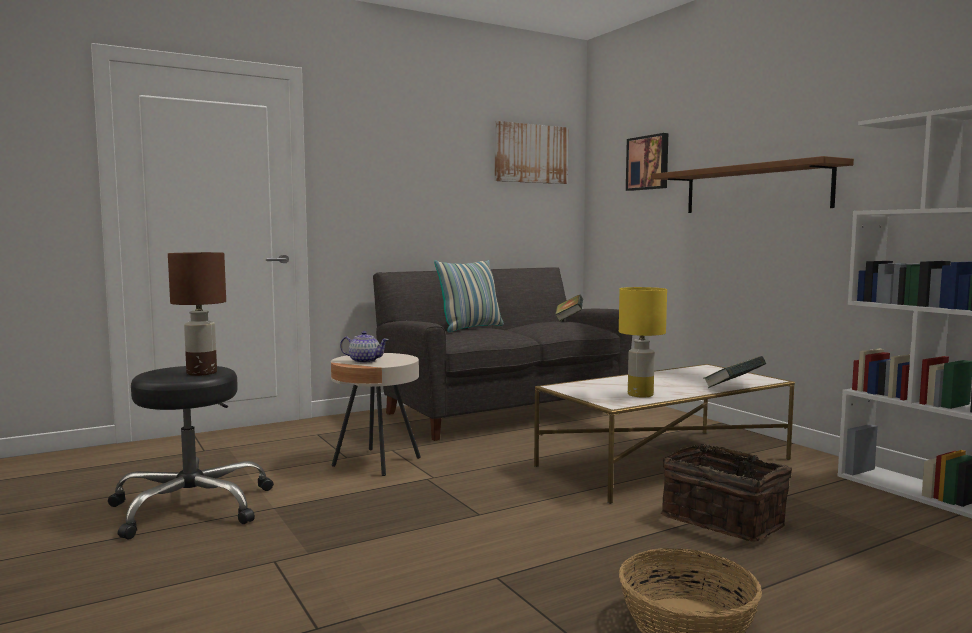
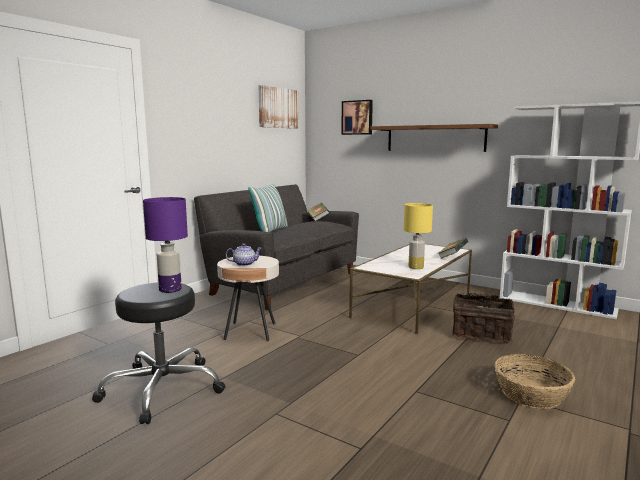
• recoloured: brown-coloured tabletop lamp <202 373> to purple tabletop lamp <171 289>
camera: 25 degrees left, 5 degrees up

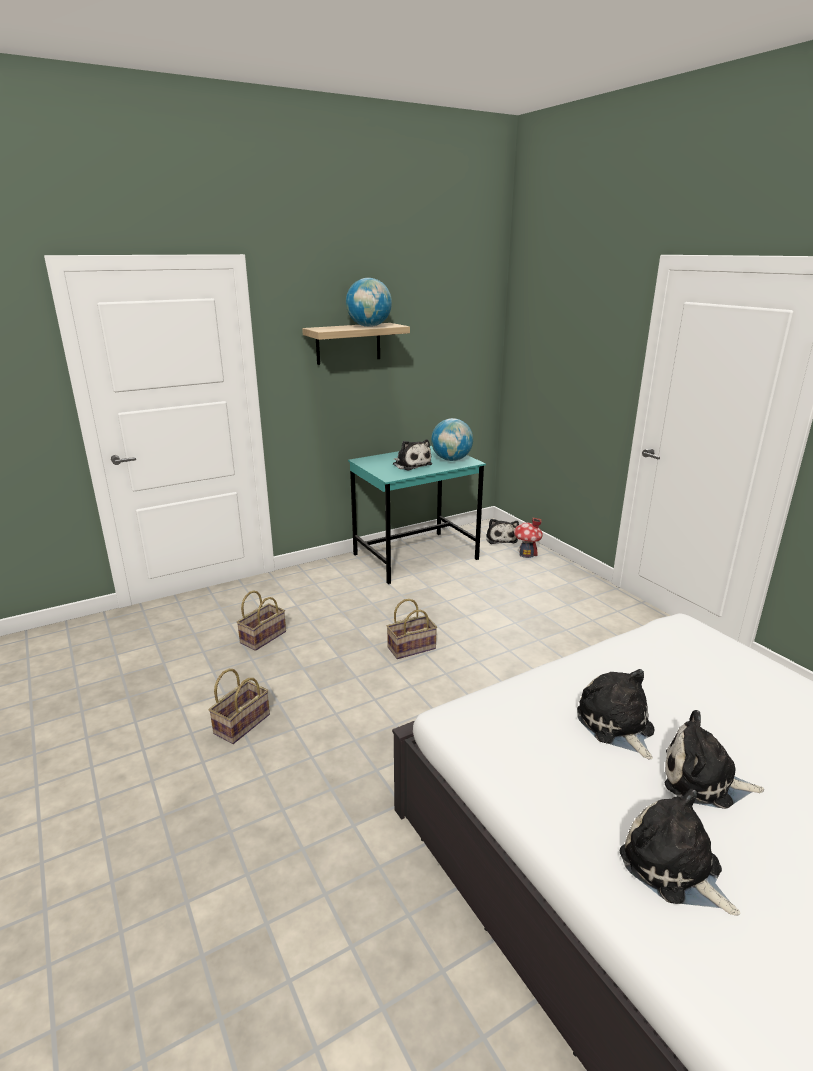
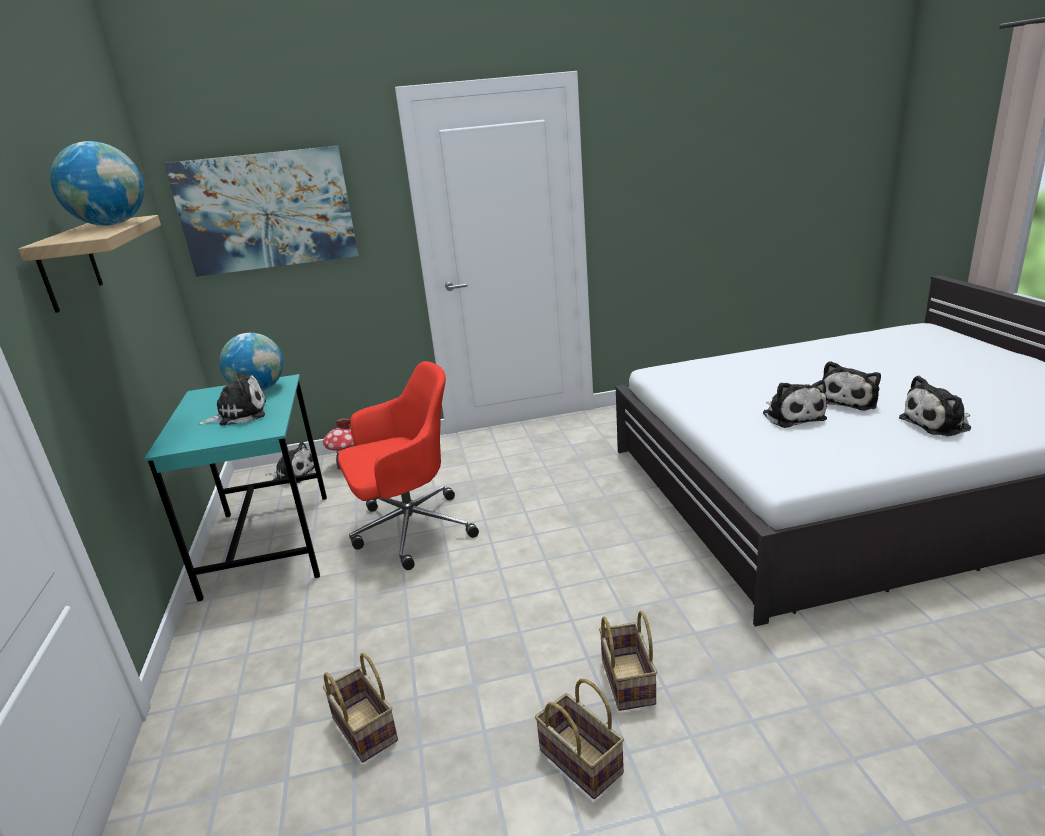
• moved: basket <412 647> to <626 680>
• turned: soft toy <616 726> = <792 416> 105 degrees counterclockwise
• added: picture <266 211>
• added: reddish office chair <409 530>
camera: 70 degrees left, 0 degrees up

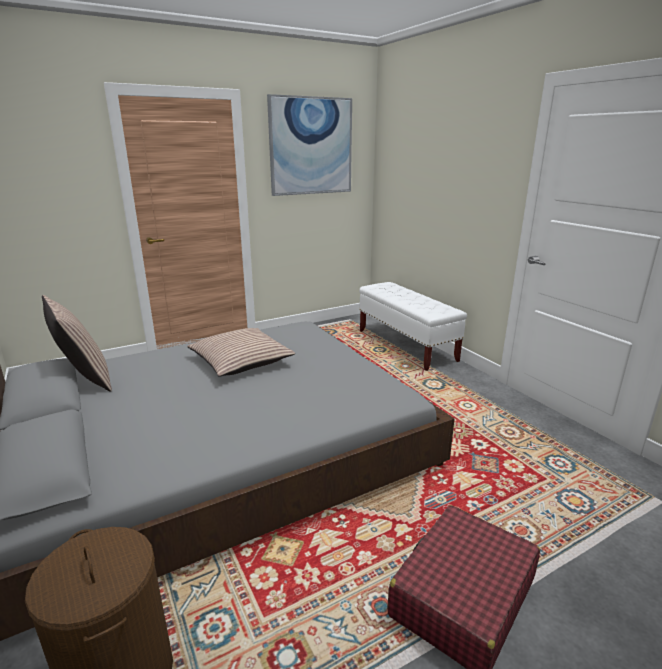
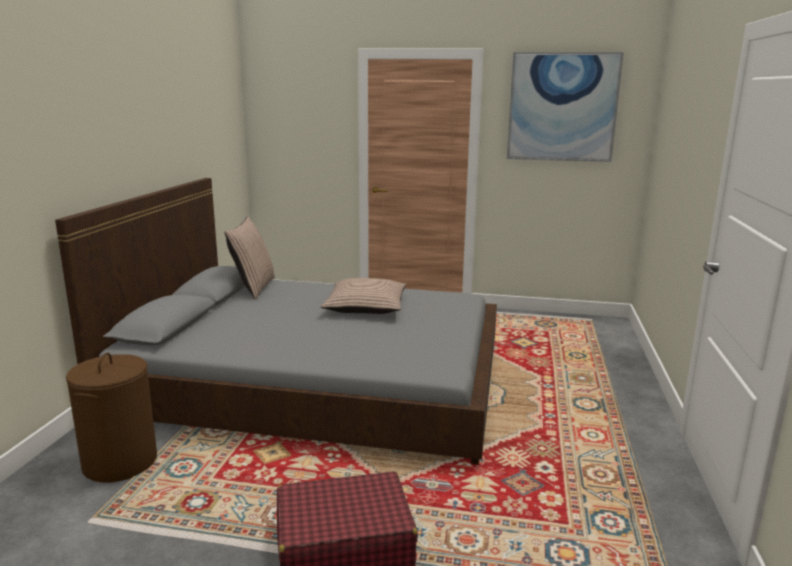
• removed: white-coloured bench <406 345>
camera: 40 degrees right, 5 degrees down

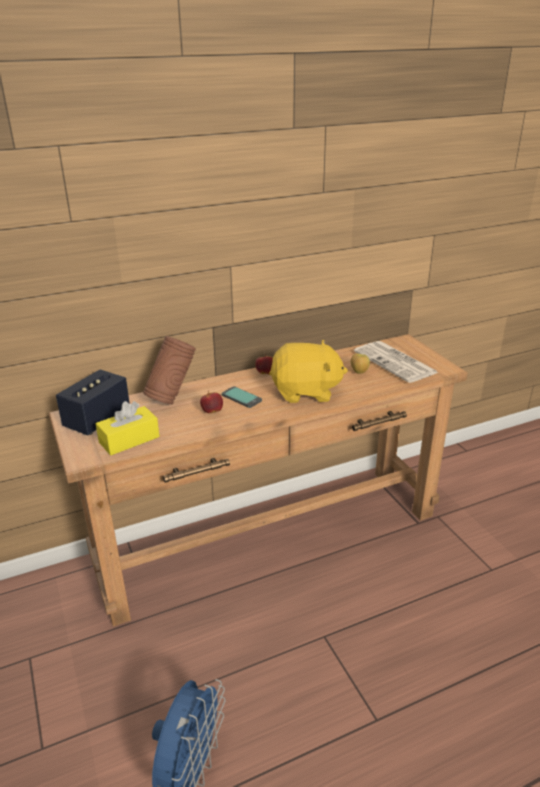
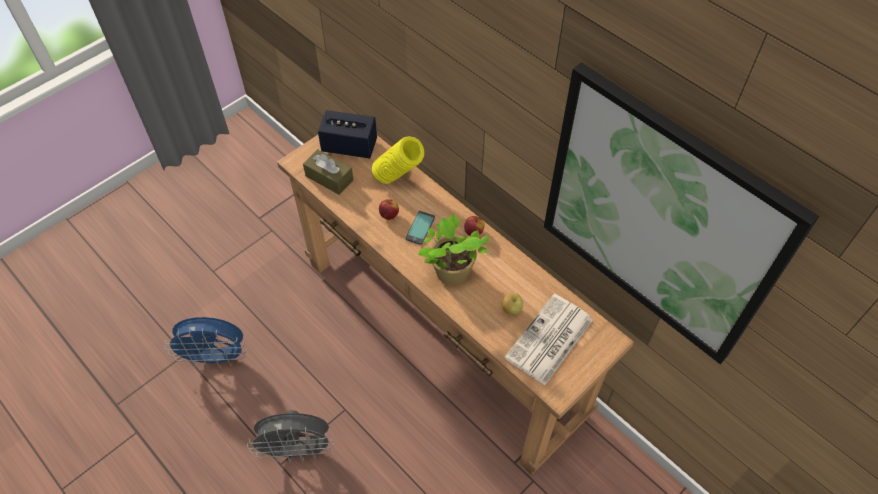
• recoloured: brown-coloured decorative vase <172 399> to yellow-coloured decorative vase <399 180>
• replaced: yellow-coloured soft toy <306 392> to plant in a pot <451 274>
• recoloured: yellow-coloured tissue holder <129 439> to brown-coloured tissue holder <329 178>
• added: picture <658 219>
• added: greyish cooling fan <297 450>
camera: 70 degrees right, 25 degrees up

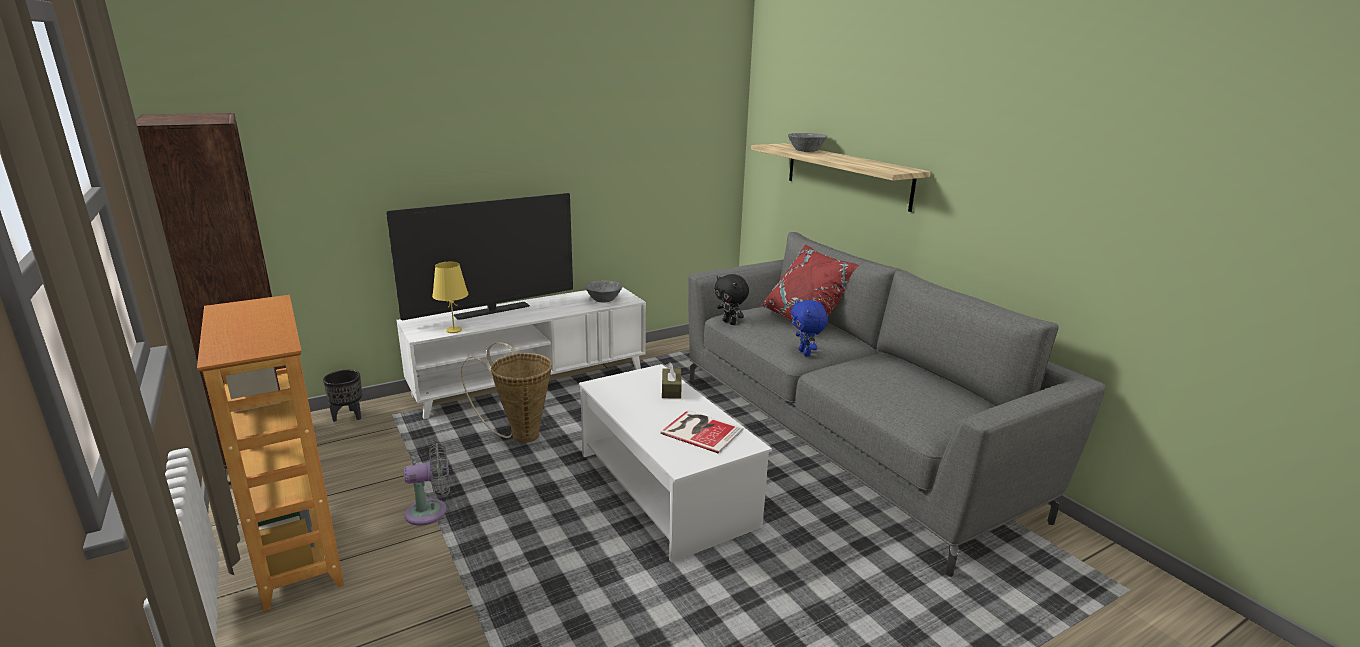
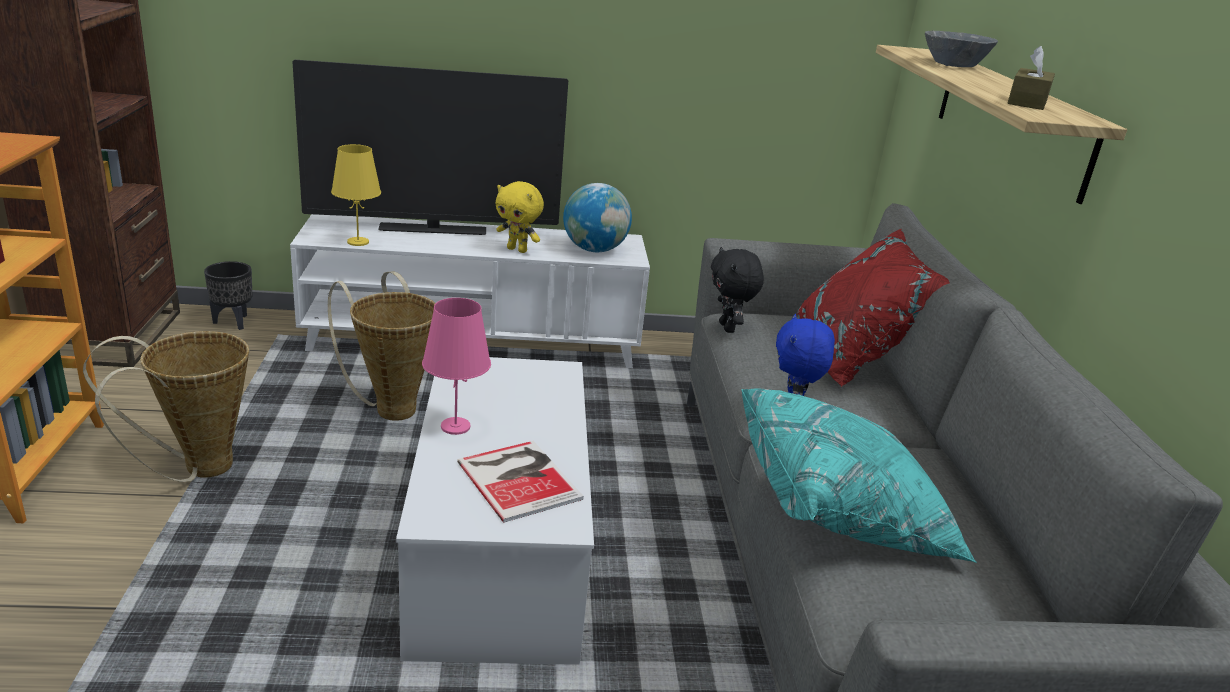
• replaced: greyish serving bowl <604 299> to world globe <594 250>
• moved: brown-coloured tissue holder <671 390> to <1027 102>
• replaced: greyish cooling fan <431 512> to basket <197 469>
• added: yellow-coloured soft toy <518 250>
• added: pinkish tabletop lamp <456 426>
• added: blue-green cushion <842 510>
camera: 25 degrees right, 5 degrees up

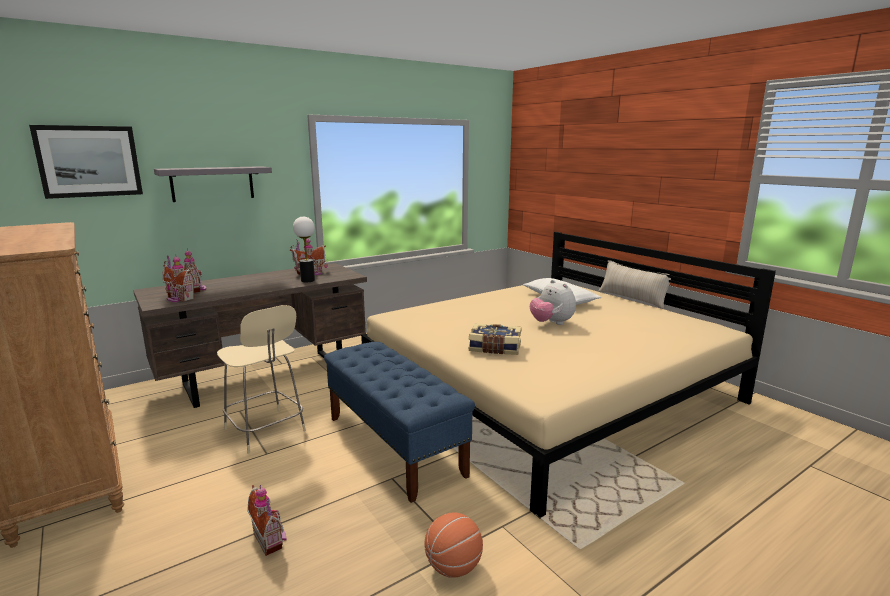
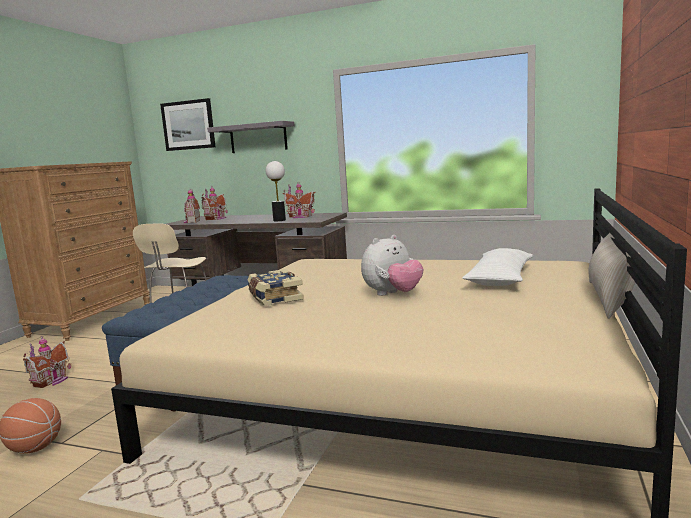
• turned: soft toy <551 323> = <392 294> 150 degrees counterclockwise
camera: 55 degrees right, 5 degrees down

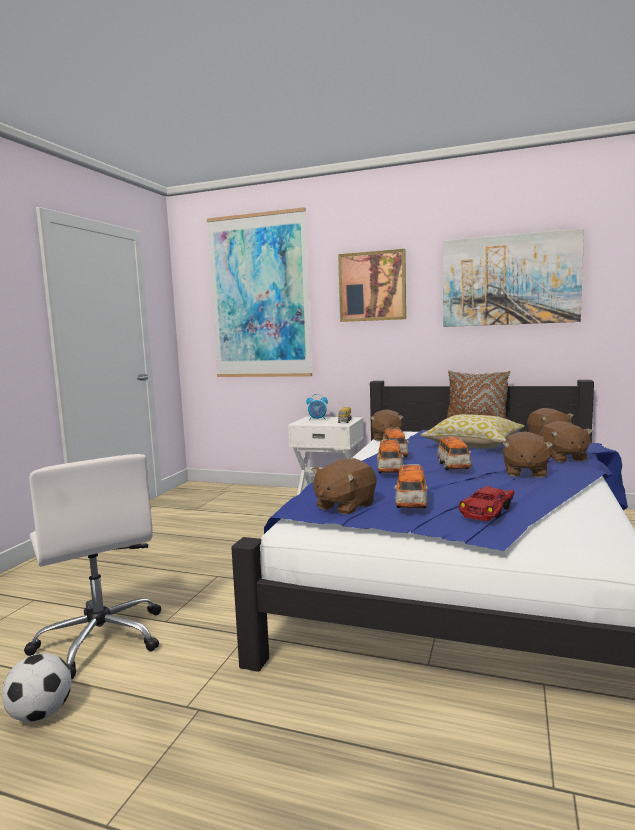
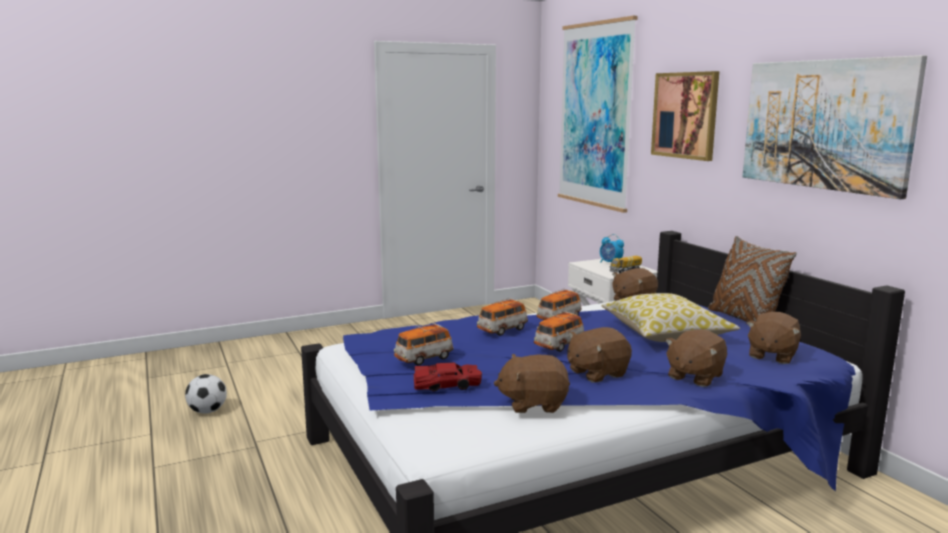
• removed: white-coloured office chair <101 639>
• moved: brown-coloured soft toy <344 506> to <533 403>
camera: 45 degrees right, 5 degrees up

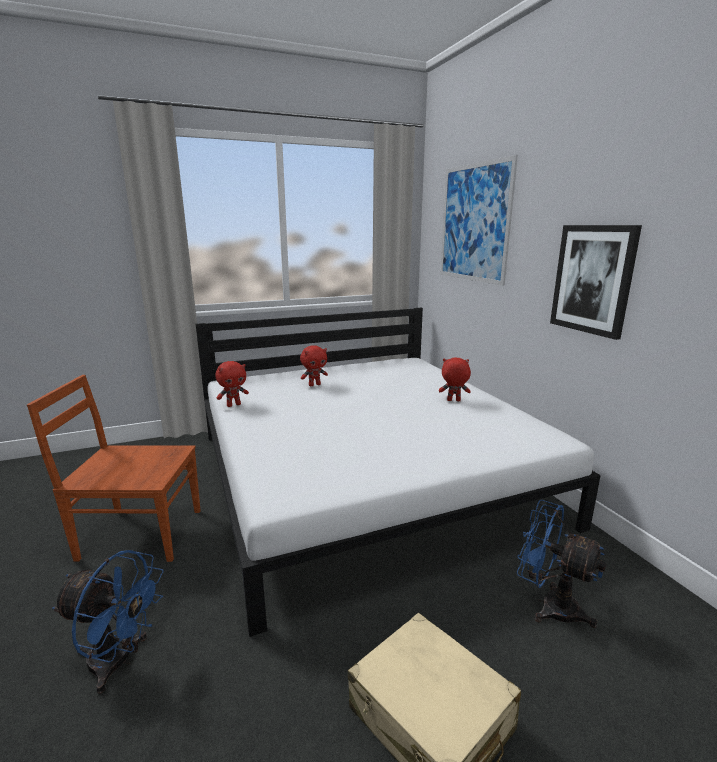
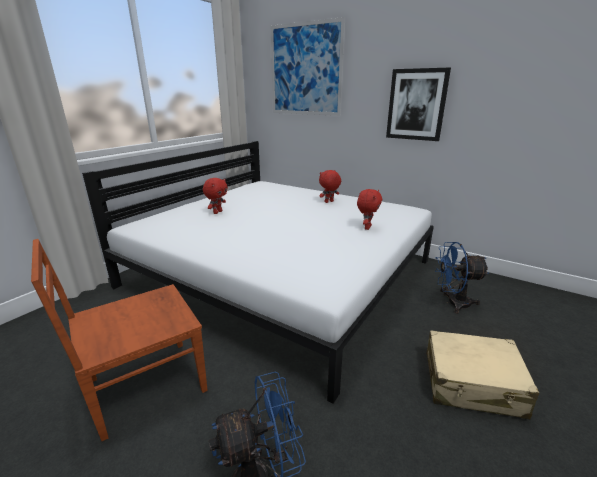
• moved: reddish soft toy <234 405> to <367 227>
camera: 35 degrees left, 5 degrees up

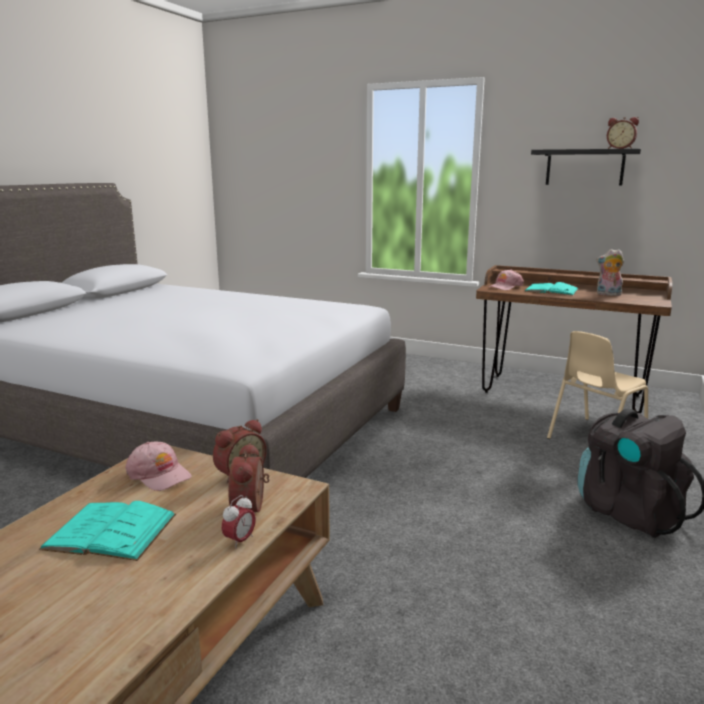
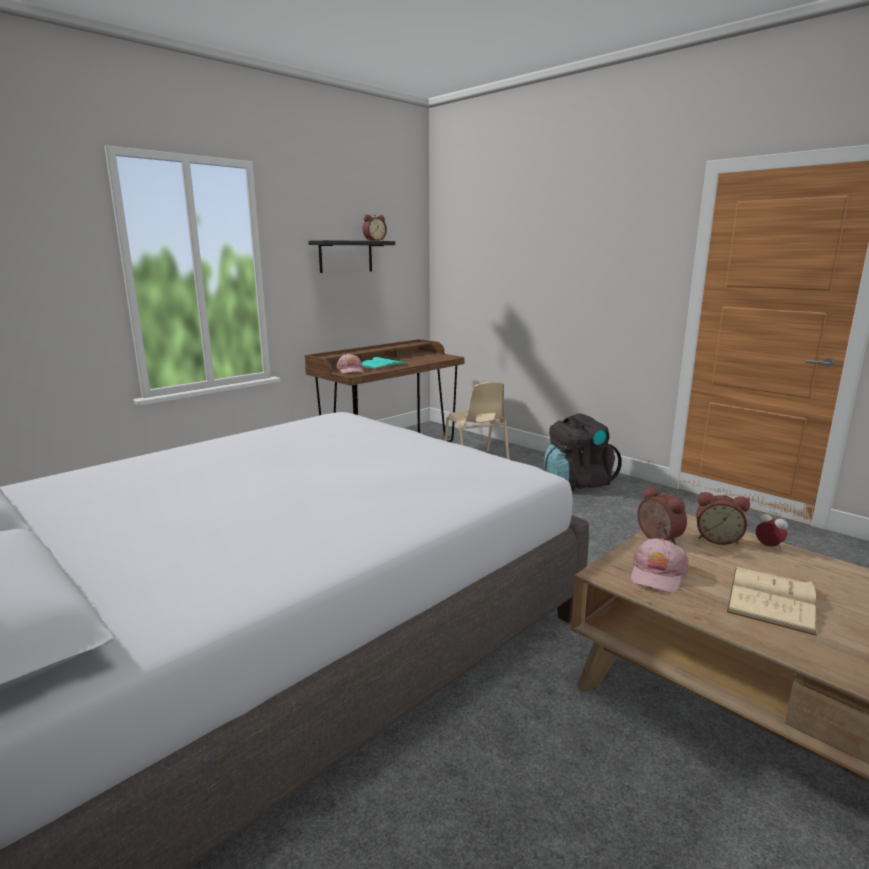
• removed: soft toy <608 294>
• turned: pinkish baseball cap <159 474> = <657 574> 150 degrees clockwise
• recoloured: blue-green book <110 531> to beige-coloured book <772 599>
camera: 70 degrees left, 0 degrees up

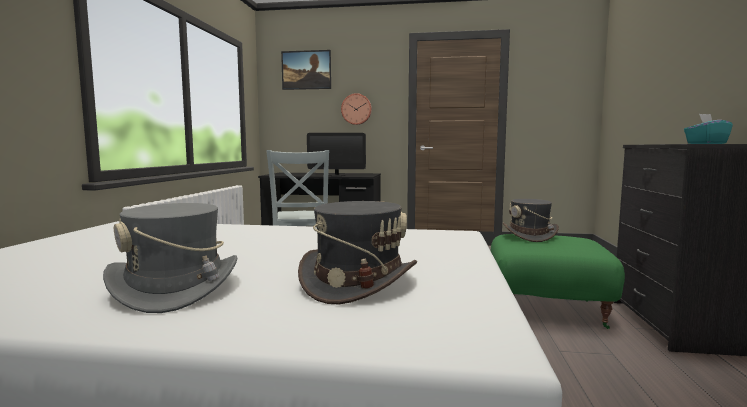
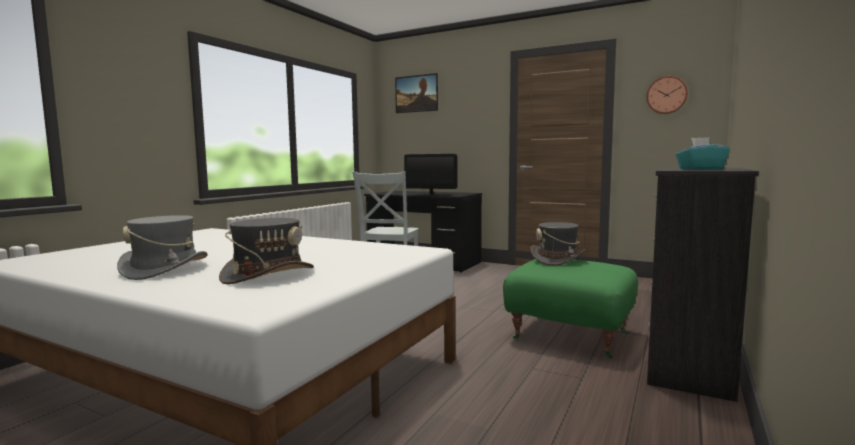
• moved: clock on the wall <356 109> to <666 95>
camera: 20 degrees right, 0 degrees up

